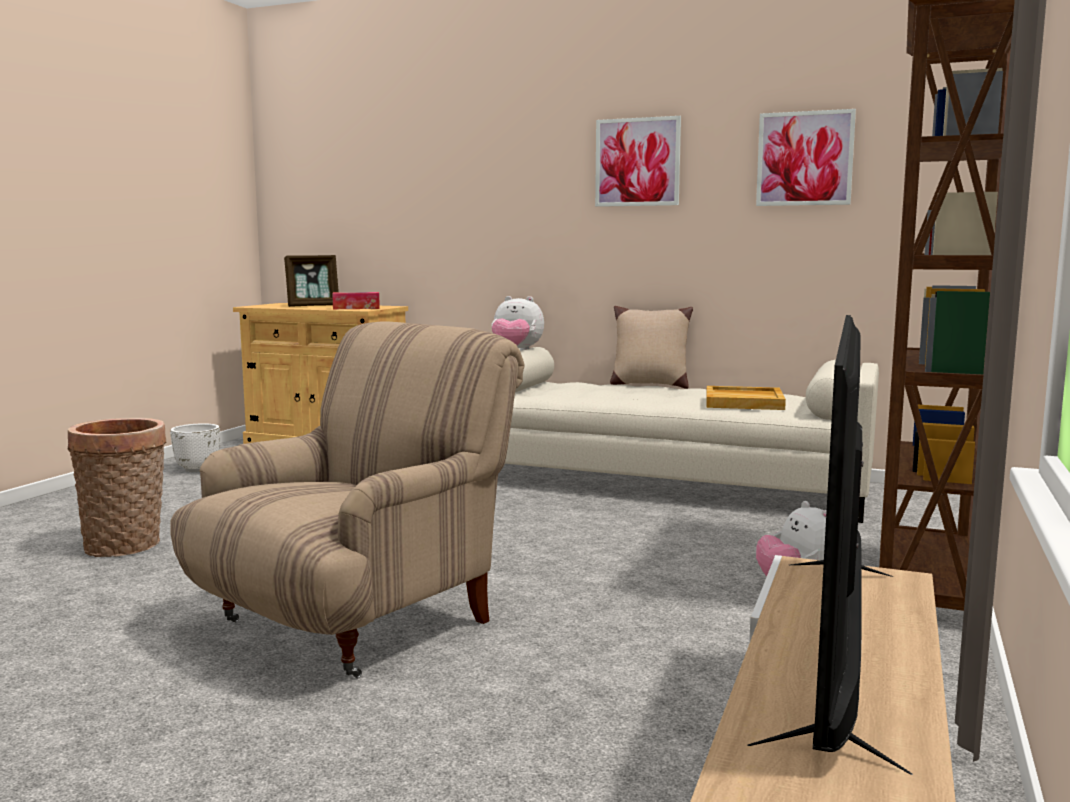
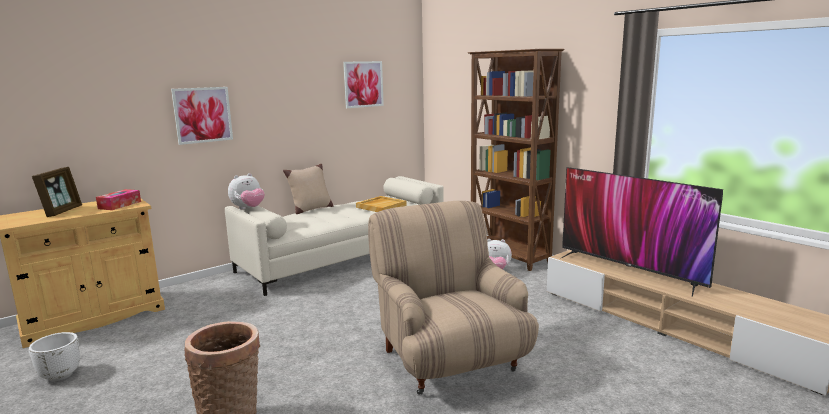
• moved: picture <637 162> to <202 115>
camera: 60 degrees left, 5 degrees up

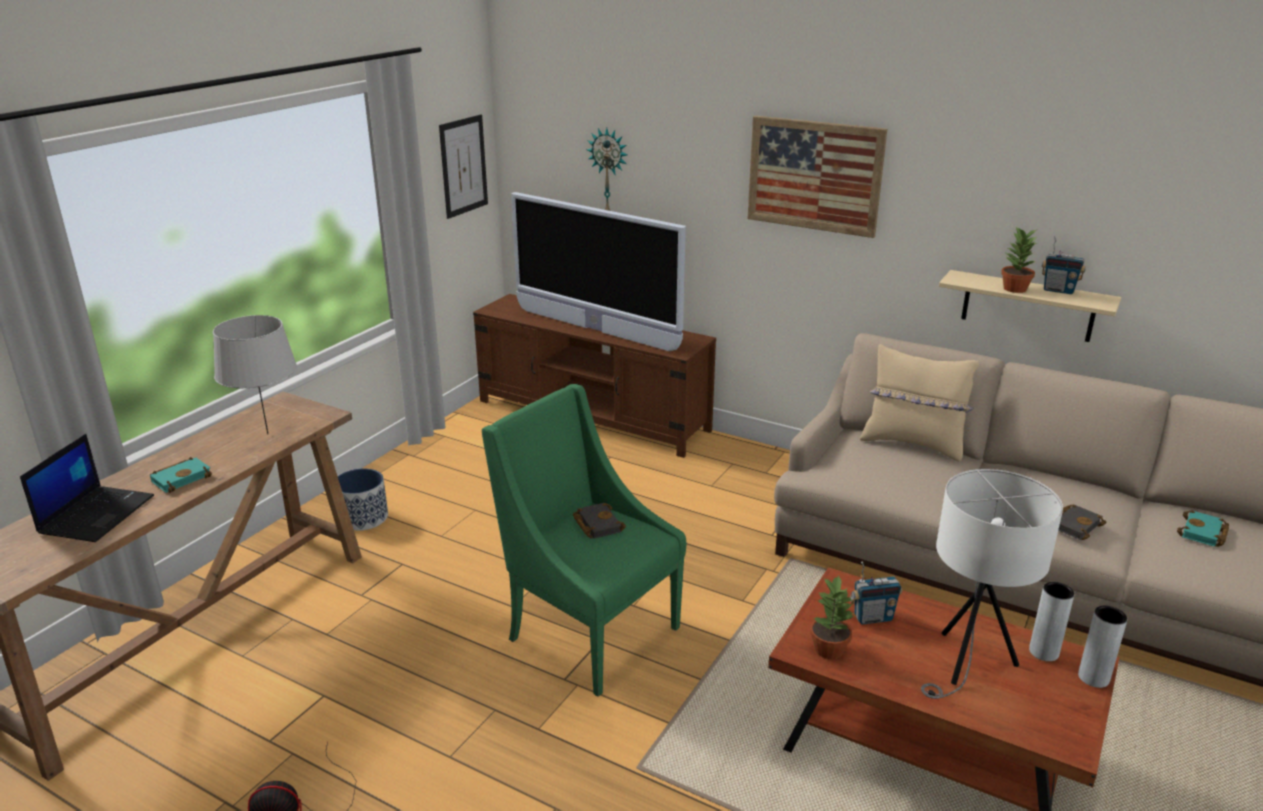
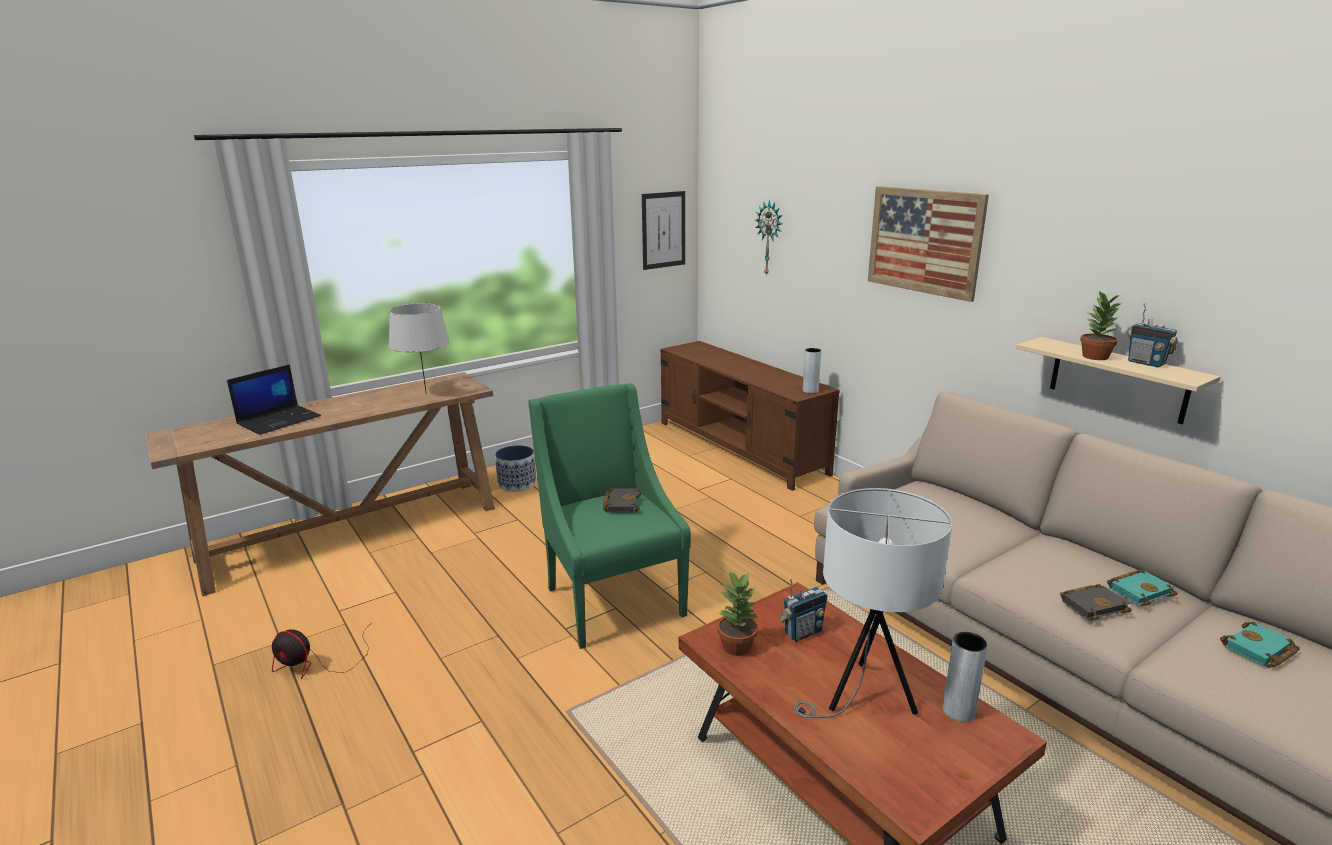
• removed: television <595 330>
• removed: beige-coloured cushion <913 444>
• moved: blue-green book <182 477> to <1139 590>
• turned: radio receiver <872 617> = <802 632> 45 degrees counterclockwise
• moved: greyish decorative vase <1093 678> to <810 391>
camera: 25 degrees right, 5 degrees down

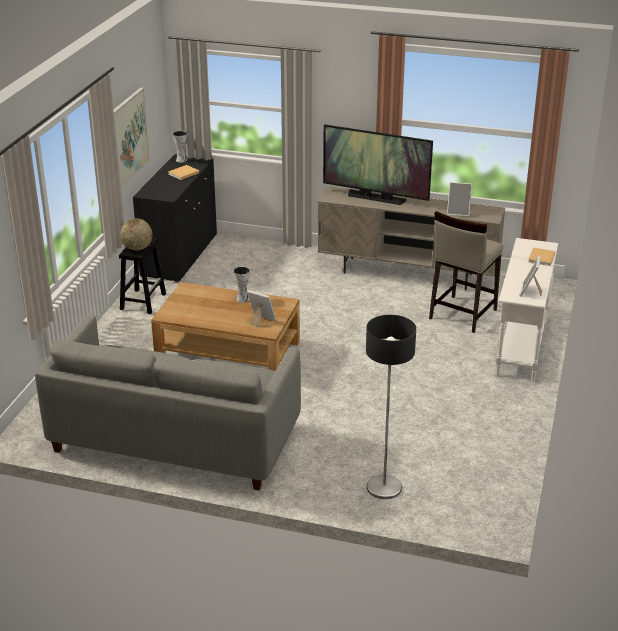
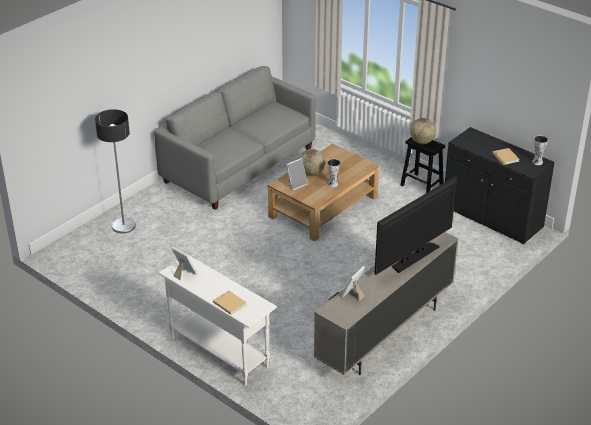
• removed: picture <127 138>
• removed: beige-coloured sitting stool <462 314>
• added: world globe <311 172>
camera: 115 degrees right, 5 degrees up

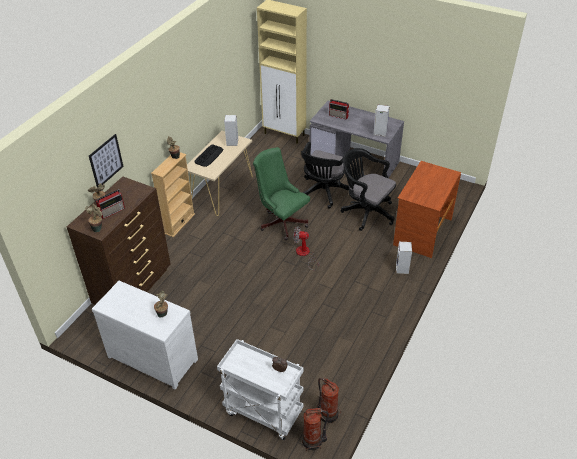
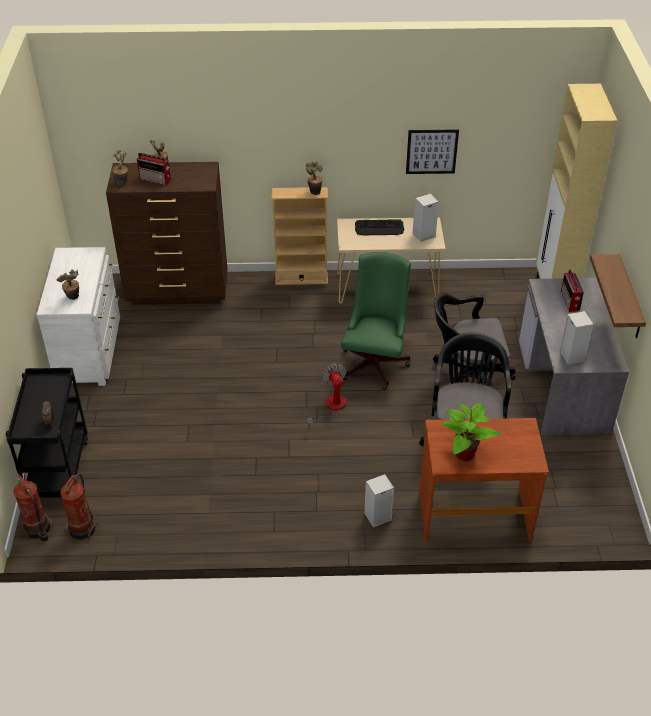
• moved: picture <106 161> to <431 151>
• recoloured: white-coloured cart <262 412> to black-coloured cart <58 469>
• added: shelf <629 298>
• added: plant in a pot <464 454>
camera: 60 degrees right, 0 degrees up

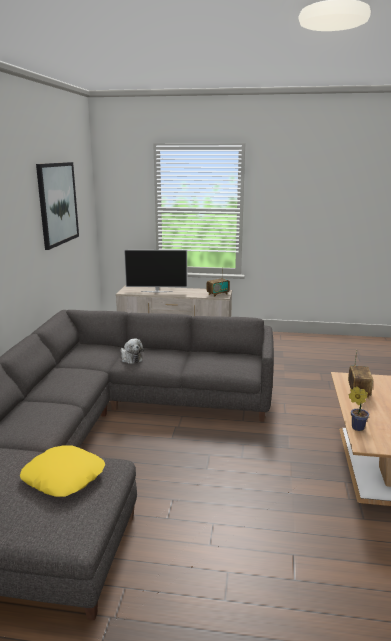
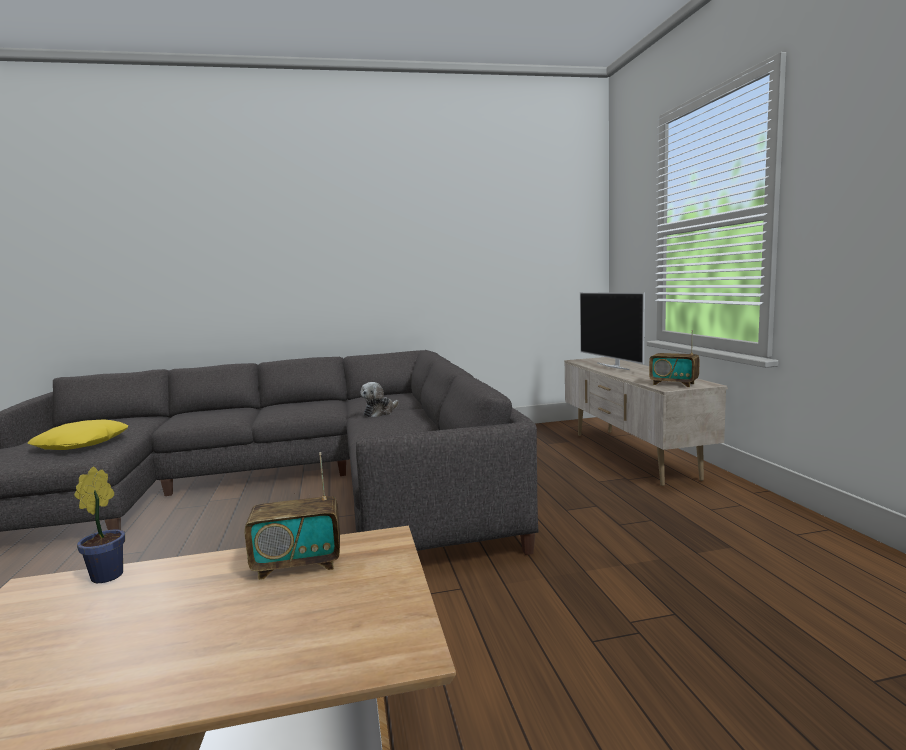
• removed: picture <57 203>
camera: 70 degrees right, 10 degrees down

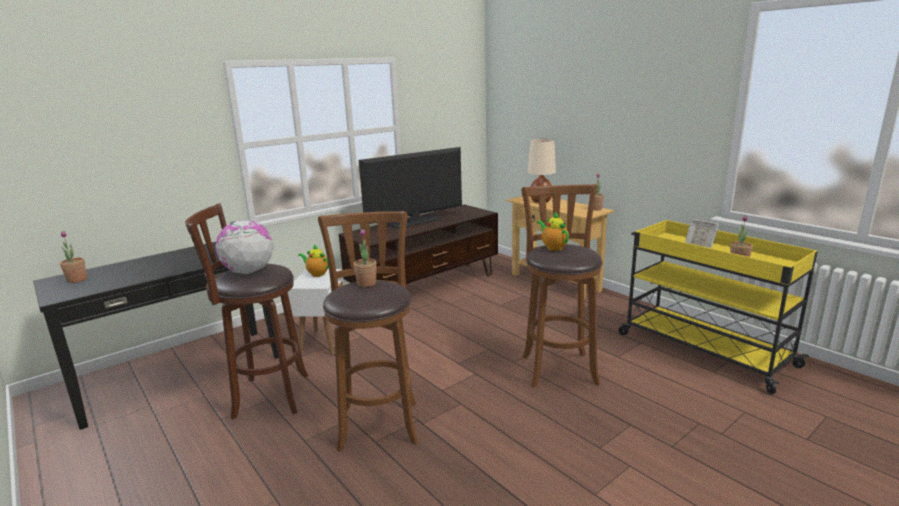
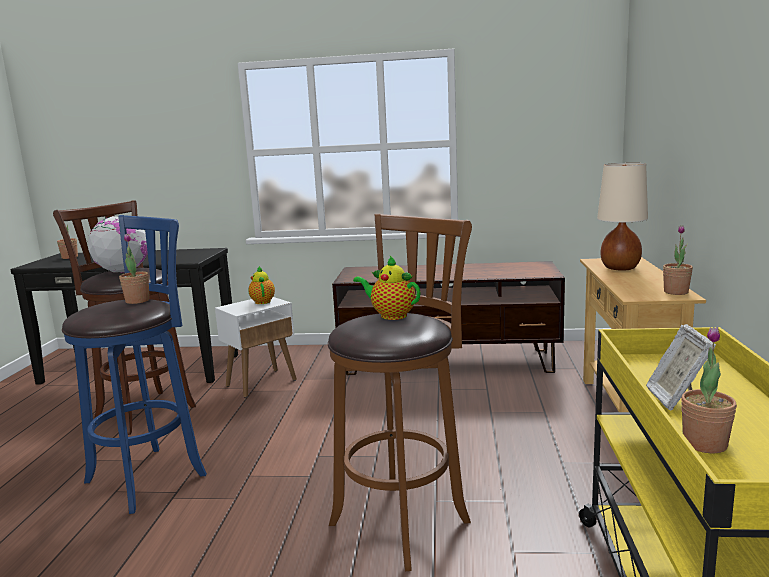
• removed: television <415 221>
• recoloured: brown-coloured sitting stool <378 422> to blue-coloured sitting stool <151 475>
• turned: tea pot <553 247> = <390 315> 75 degrees counterclockwise
camera: 45 degrees right, 5 degrees down

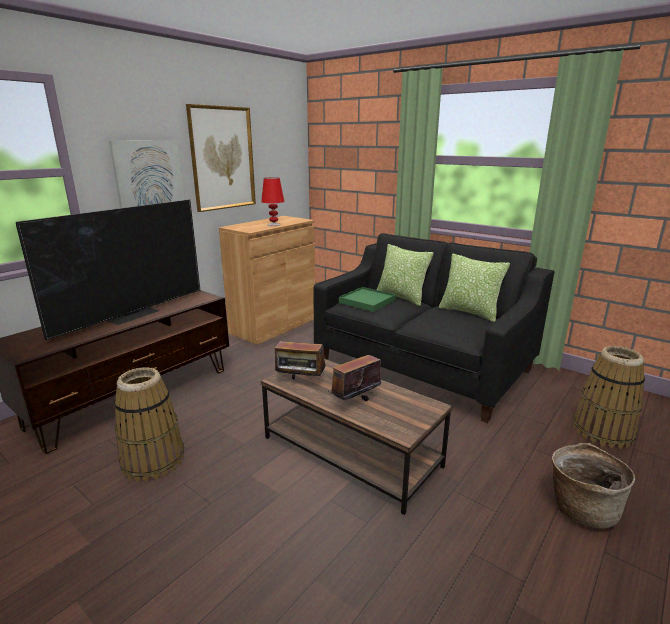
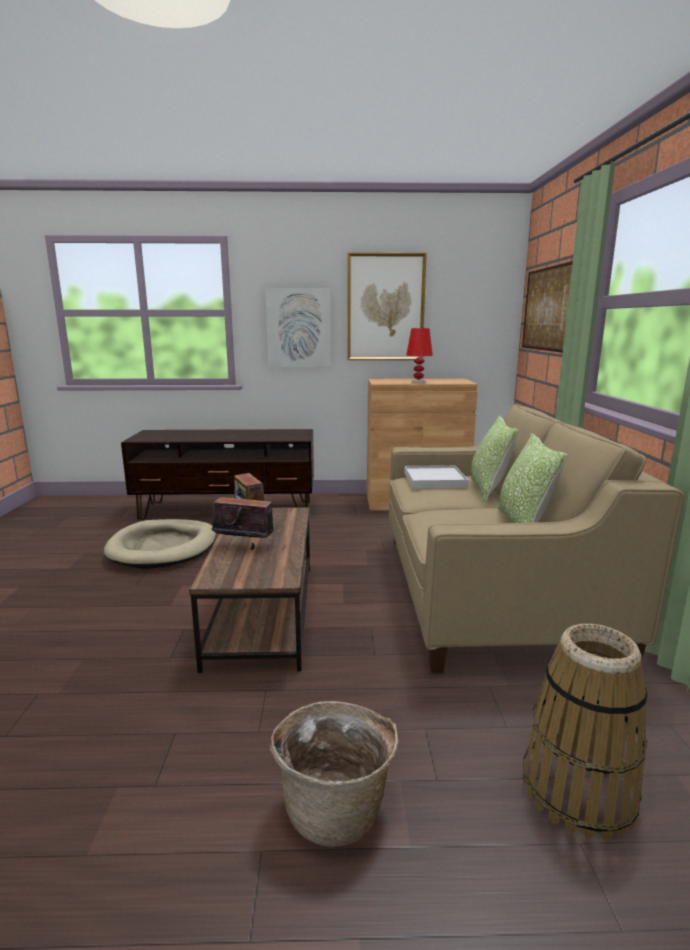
• removed: television <133 314>
• recoloured: black-coloured settee <422 365> to beige-coloured settee <487 591>
• recoloured: green carrying tray <367 301> to white-coloured carrying tray <434 480>
• replaced: basket <153 460> to beige-coloured dog cushion <163 547>
• added: picture <547 309>
camera: 50 degrees right, 5 degrees down

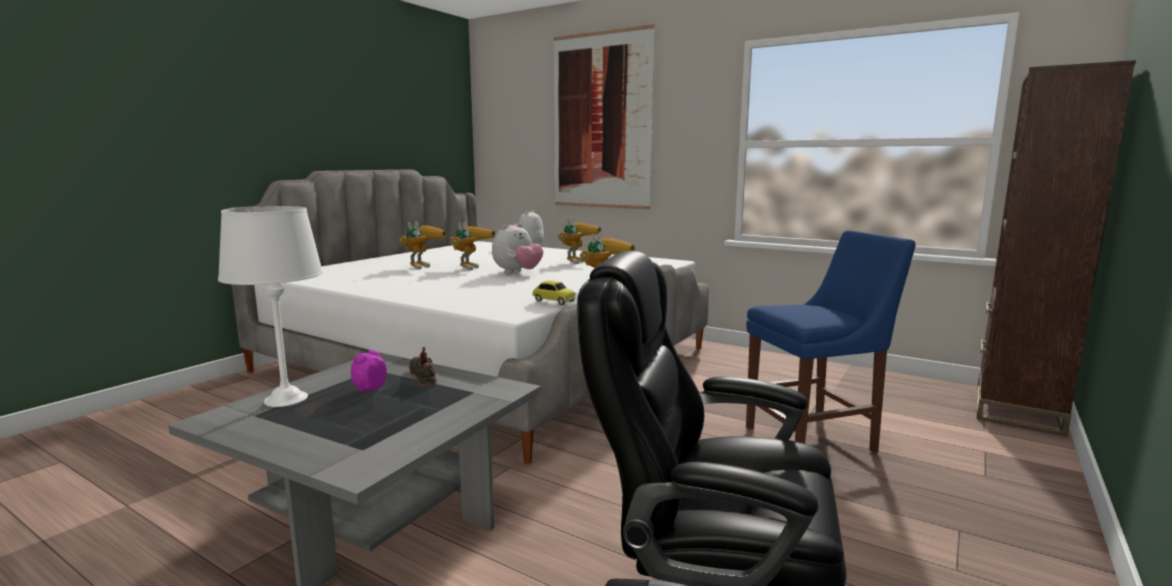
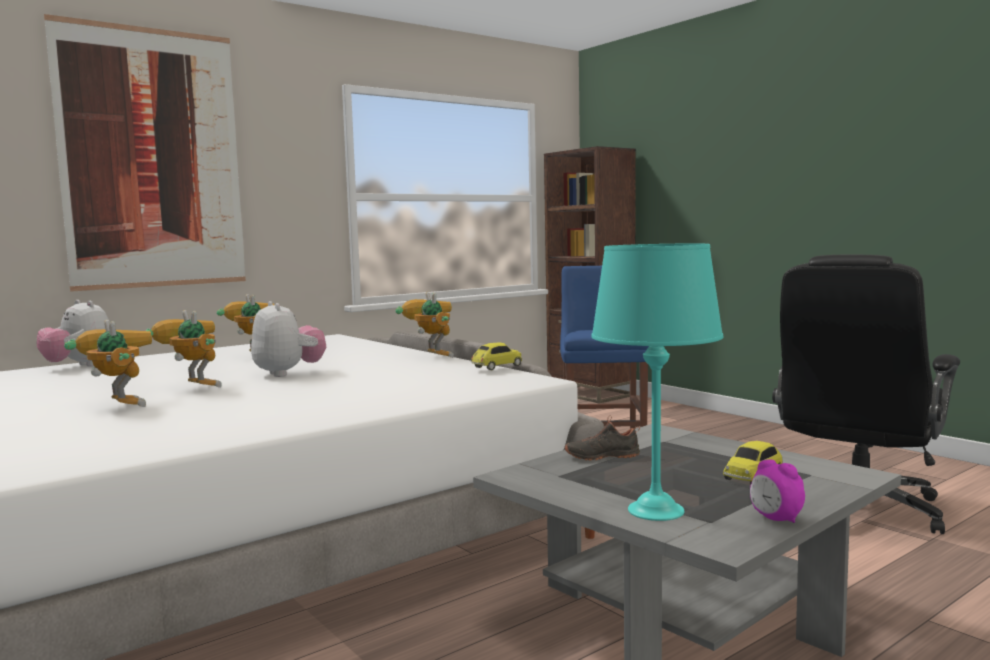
• recoloured: white-coloured tabletop lamp <285 399> to blue-green tabletop lamp <656 511>
• moved: bedside clock <369 388> to <775 519>
• added: toy car <753 476>
camera: 70 degrees left, 5 degrees down

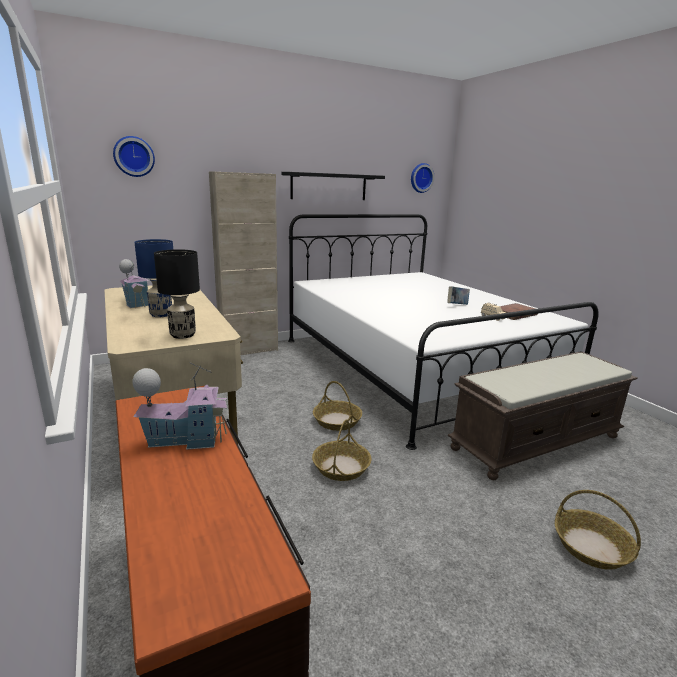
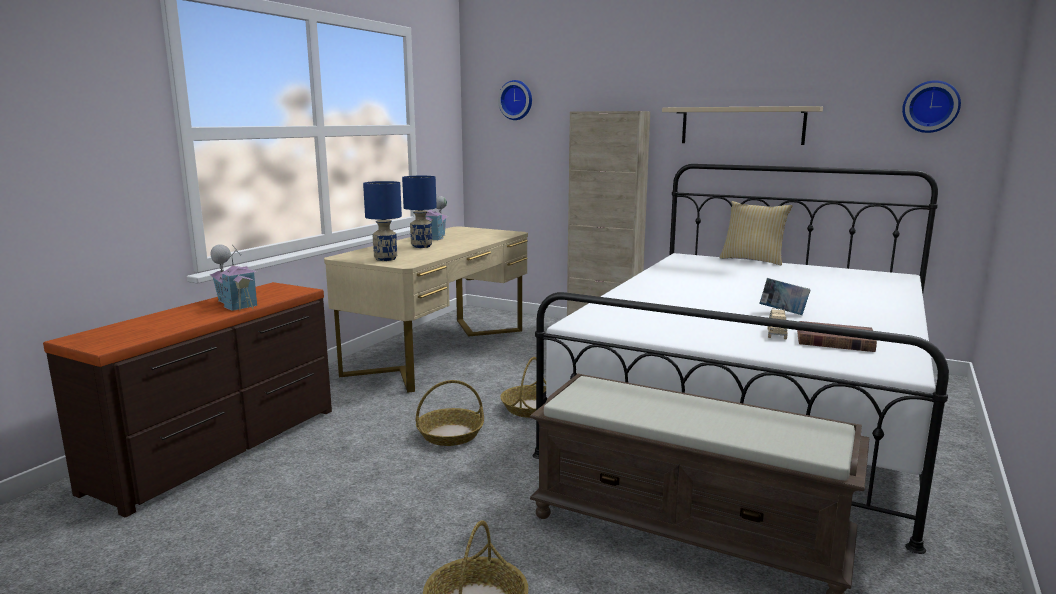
• recoloured: black-coloured shelf <329 186> to beige-coloured shelf <742 125>
• recoloured: black-coloured tabletop lamp <183 335> to blue-coloured tabletop lamp <386 259>
• added: cushion <753 260>
camera: 55 degrees right, 5 degrees down

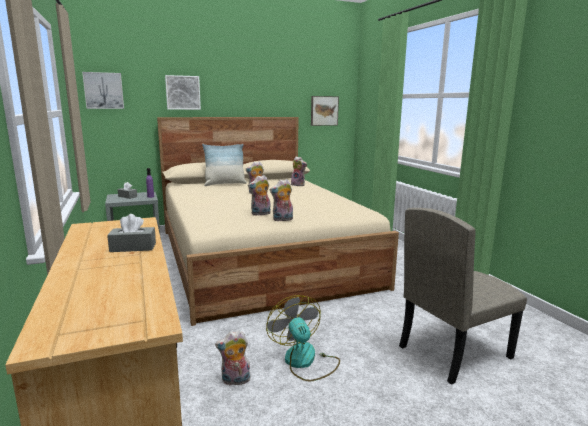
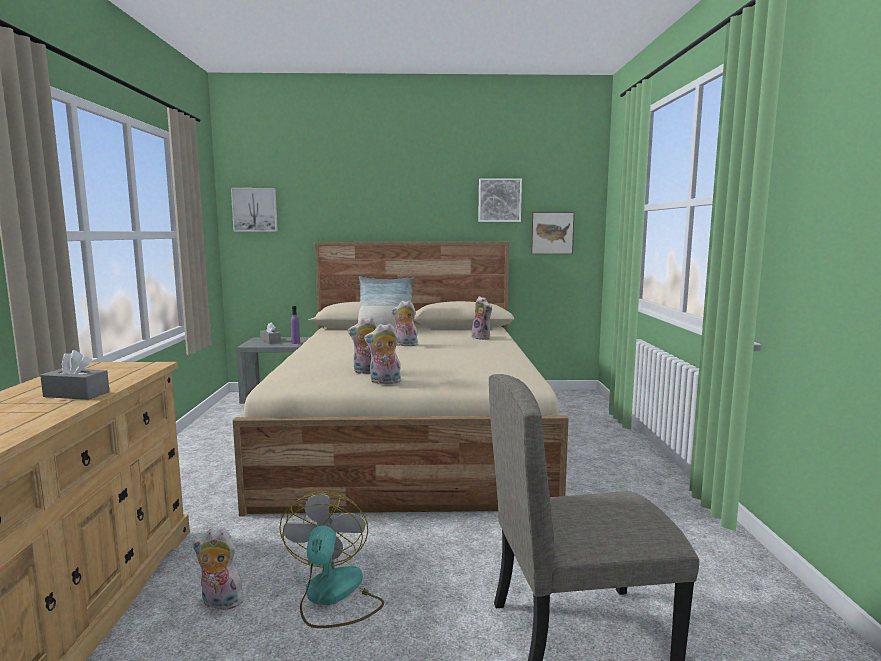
• moved: picture <183 92> to <499 200>
camera: 20 degrees right, 5 degrees down

